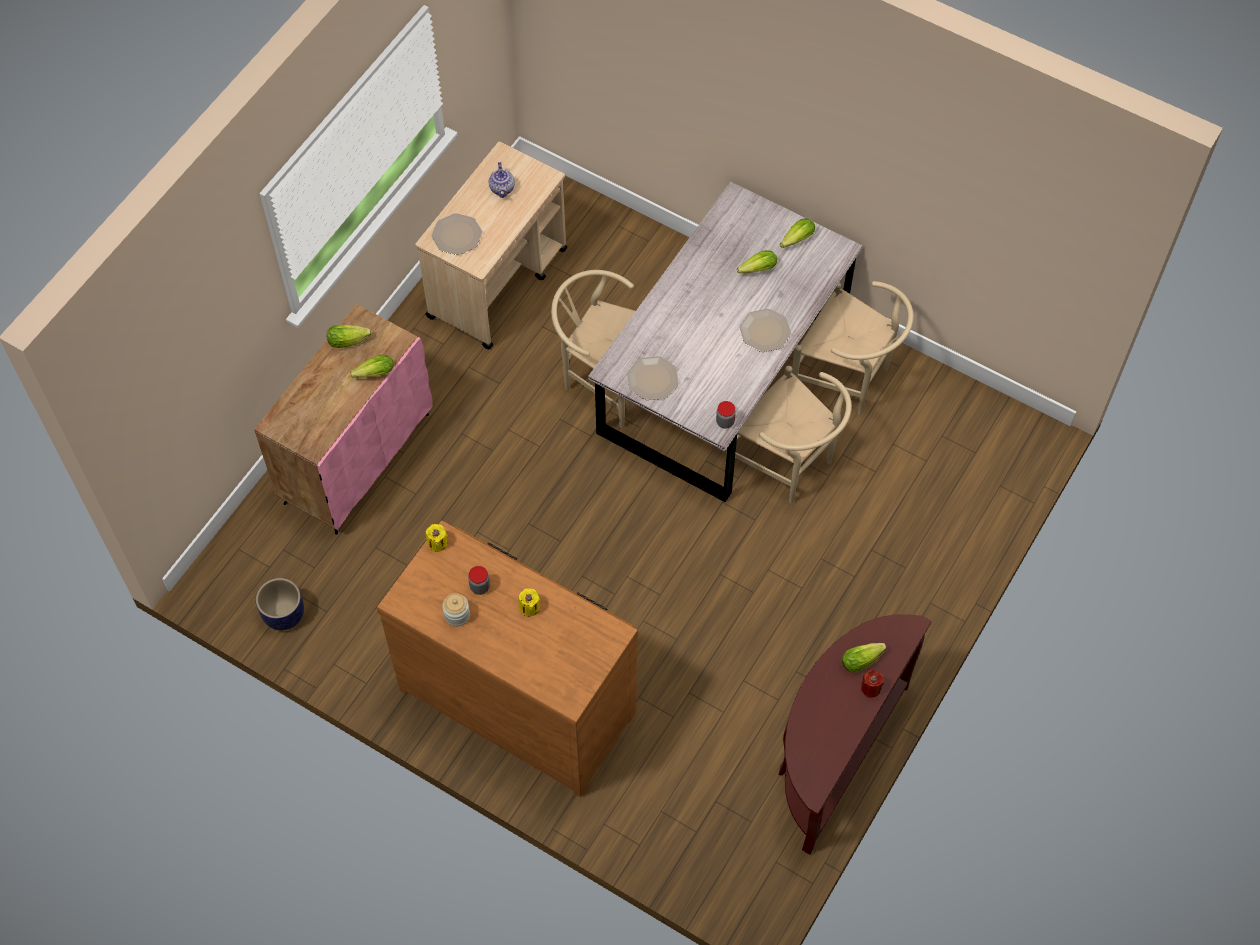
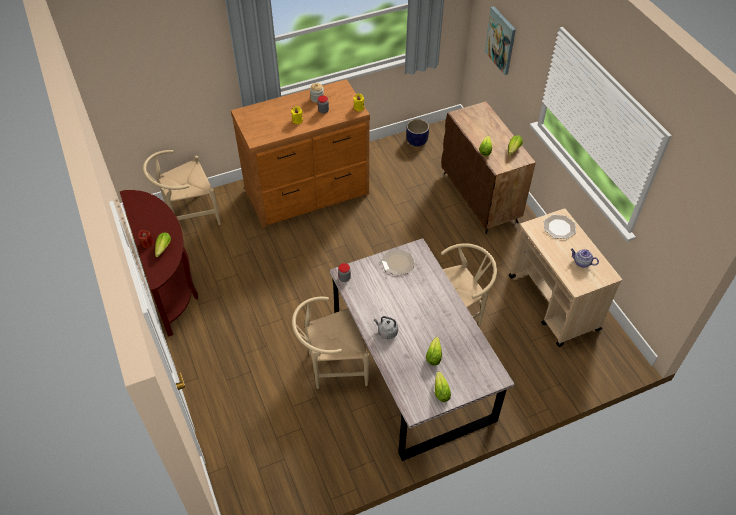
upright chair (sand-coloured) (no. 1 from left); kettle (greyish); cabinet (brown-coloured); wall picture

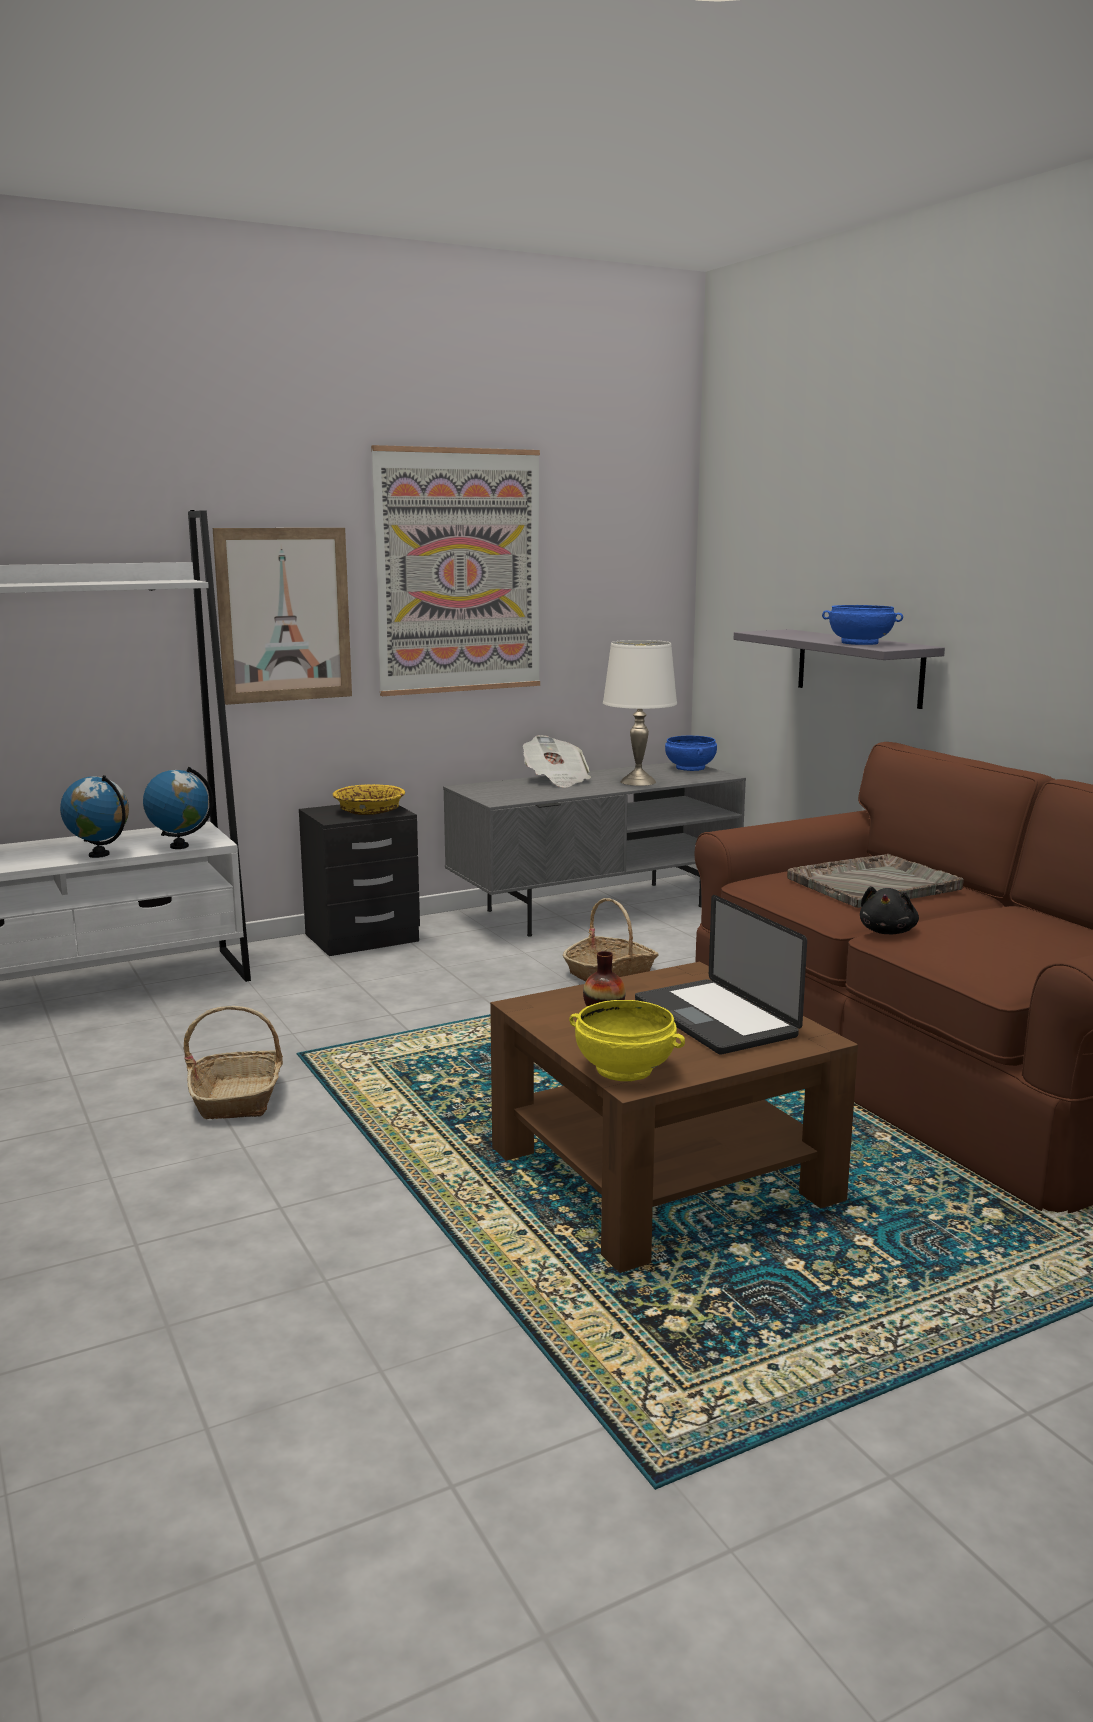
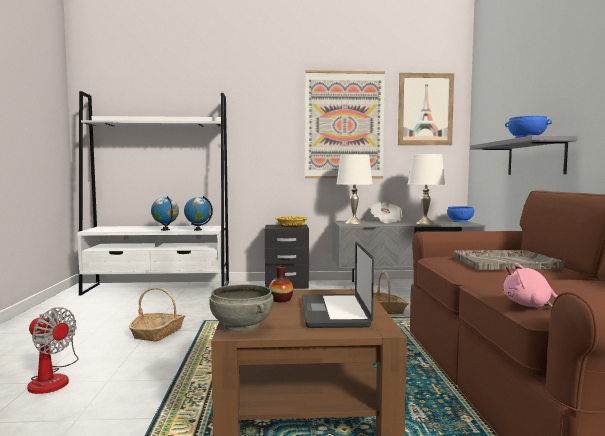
cooling fan; deep dish (greyish); table lamp (whitish) (no. 1 from left); wall picture (no. 2 from left); cuddly toy (pinkish); cuddly toy (black)

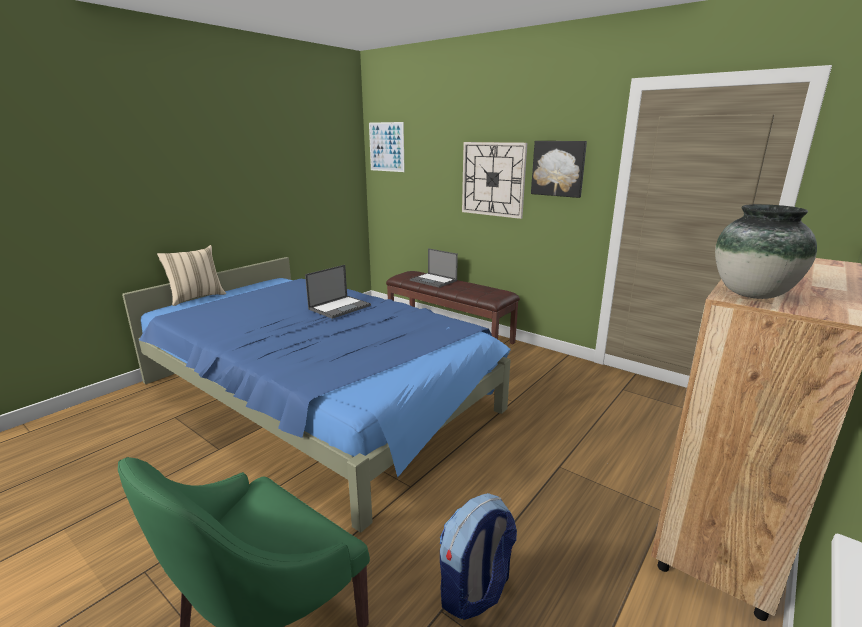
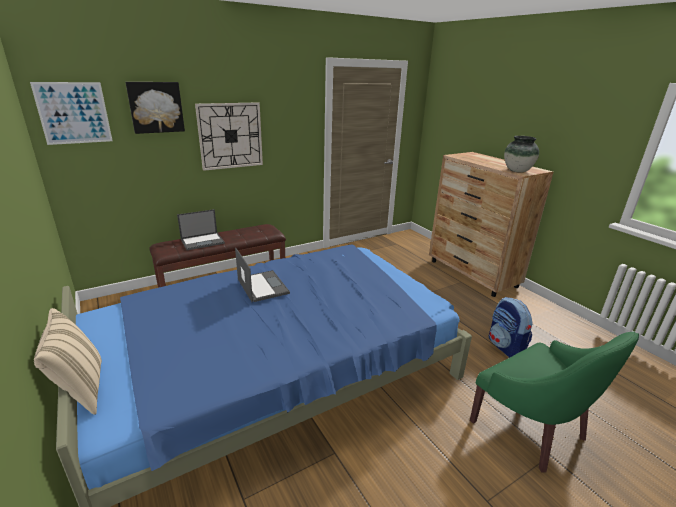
wall picture (no. 2 from left)

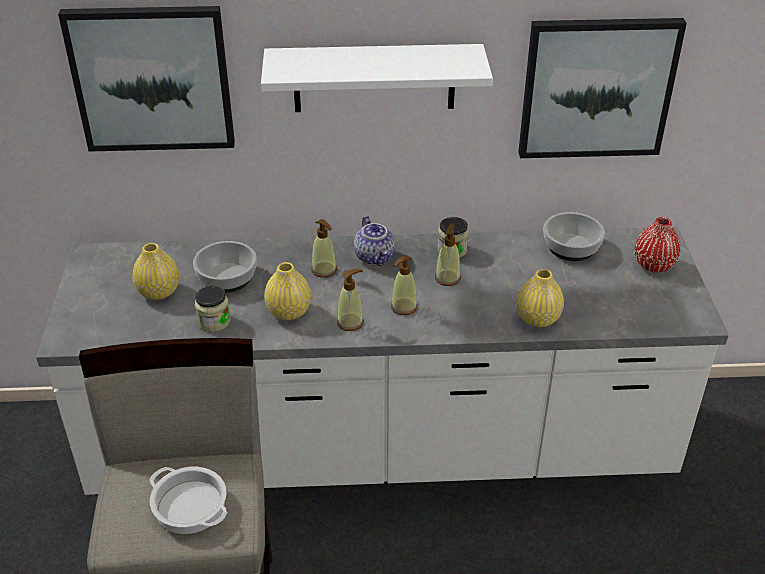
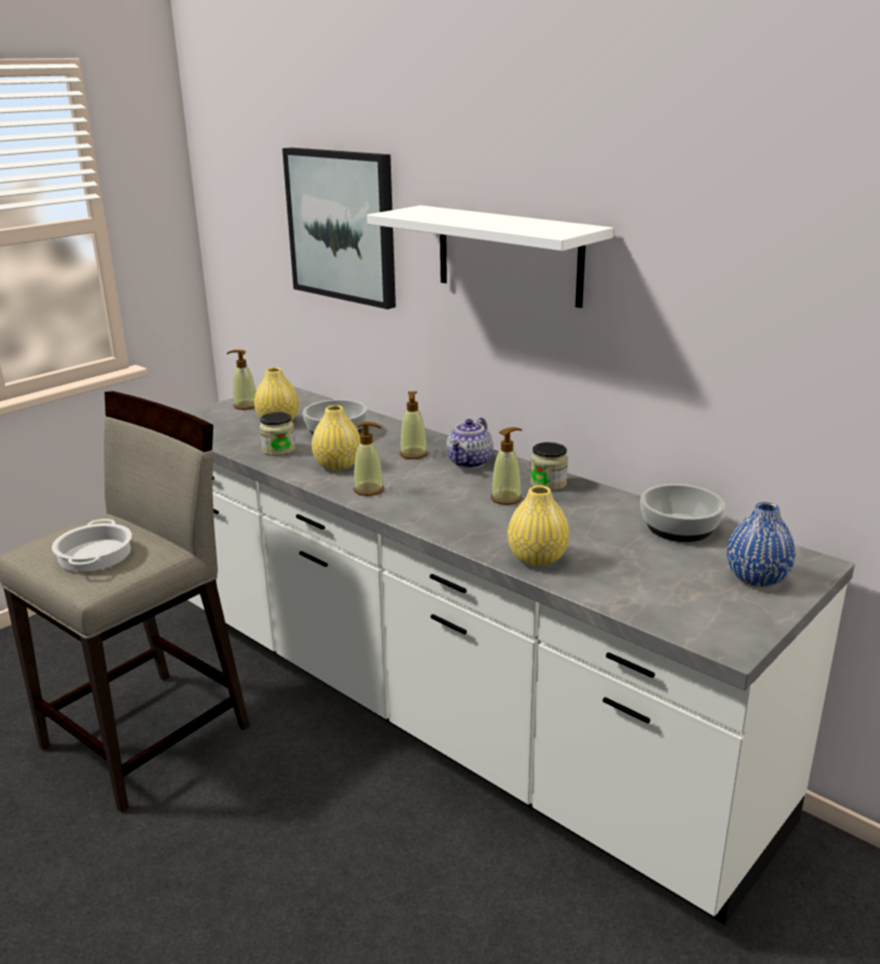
soap bottle (no. 1 from left); vase (blue); wall picture (no. 2 from left in the first image)

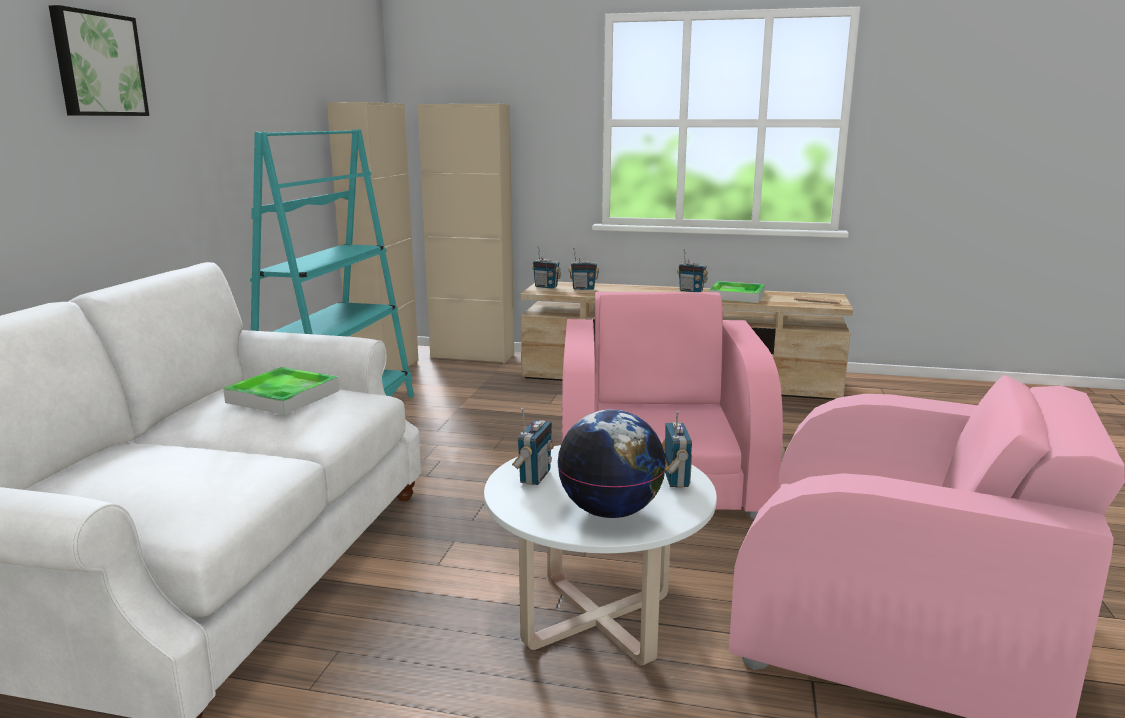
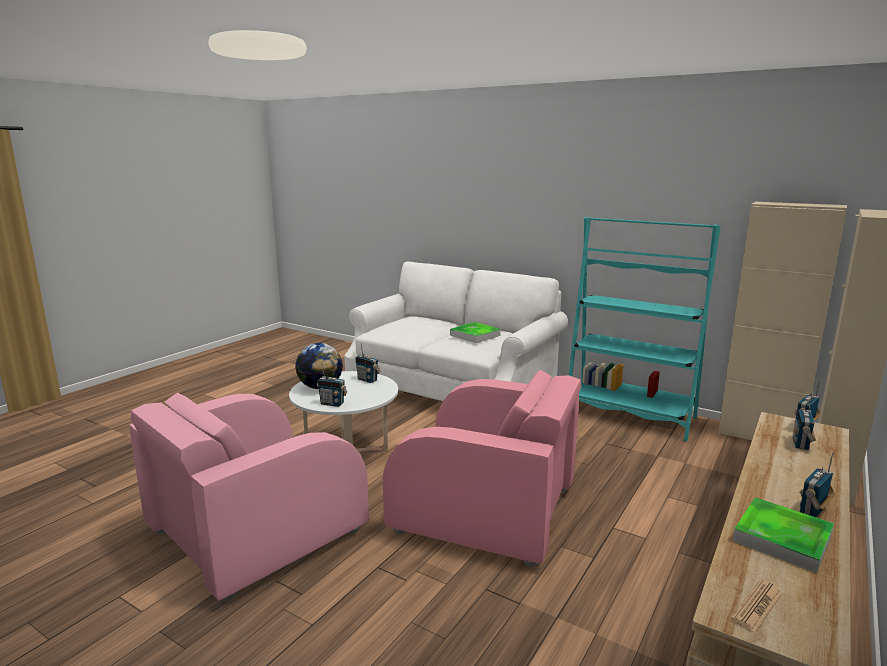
wall picture

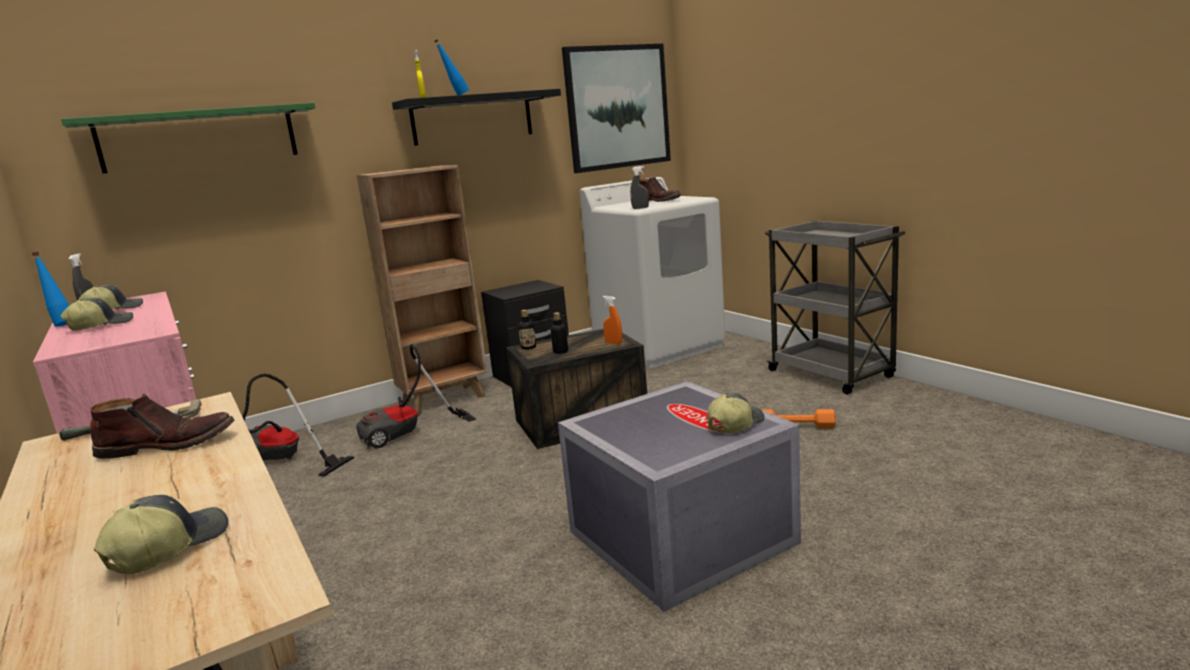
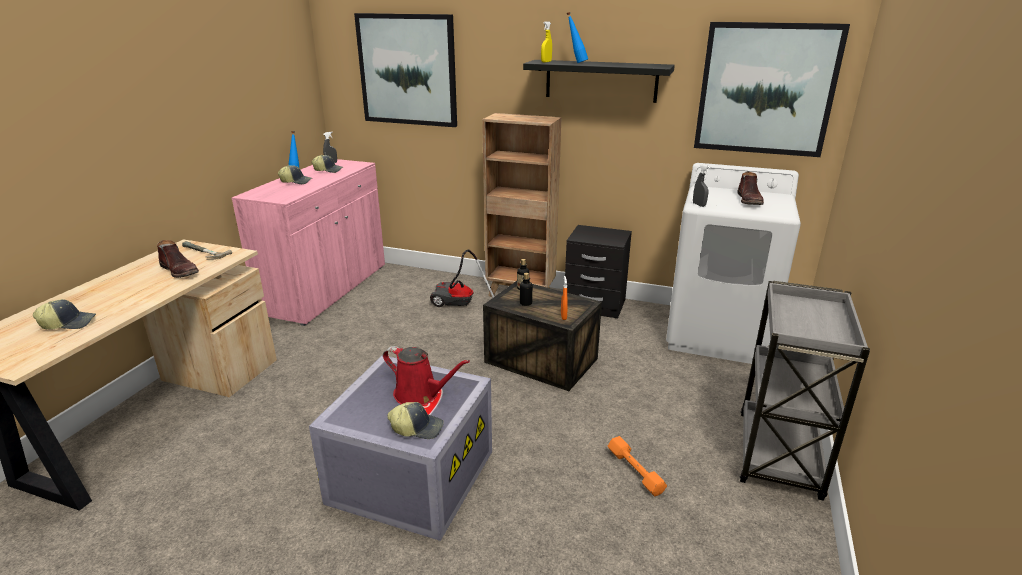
wall picture (no. 1 from left); watering can (red-coloured); vacuum cleaner (no. 1 from left in the first image)

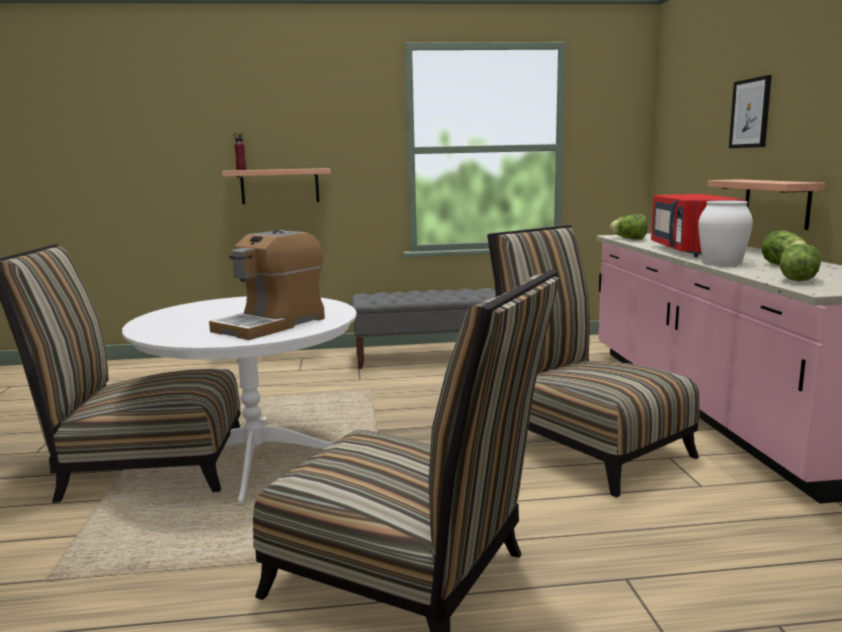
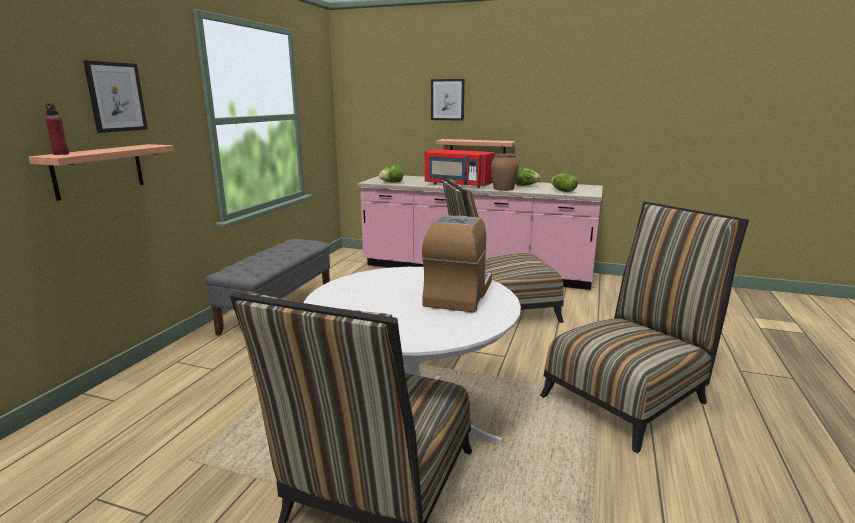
wall picture (no. 1 from left); coffee brewer; vase (brown-coloured)

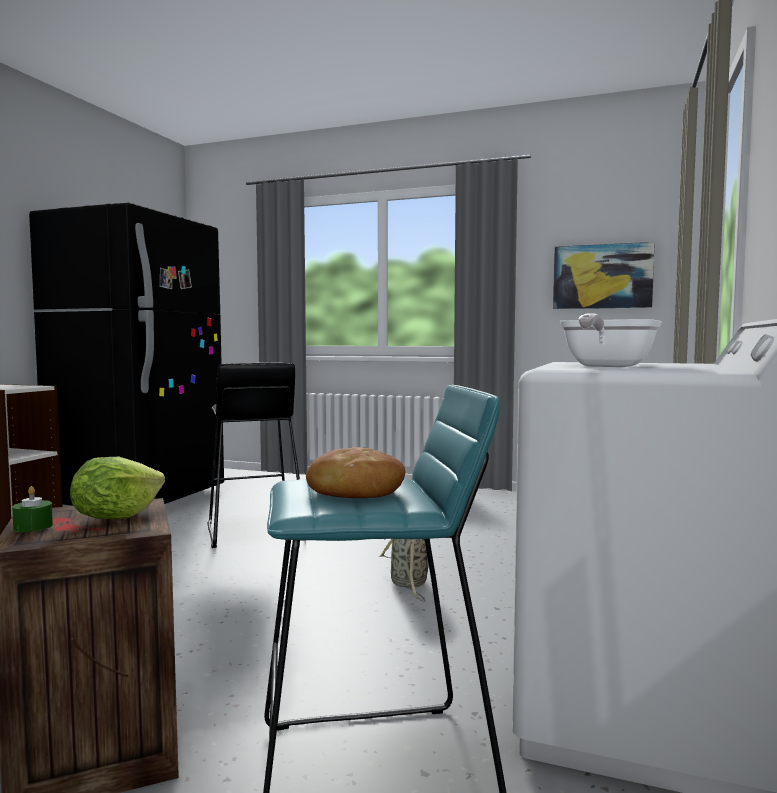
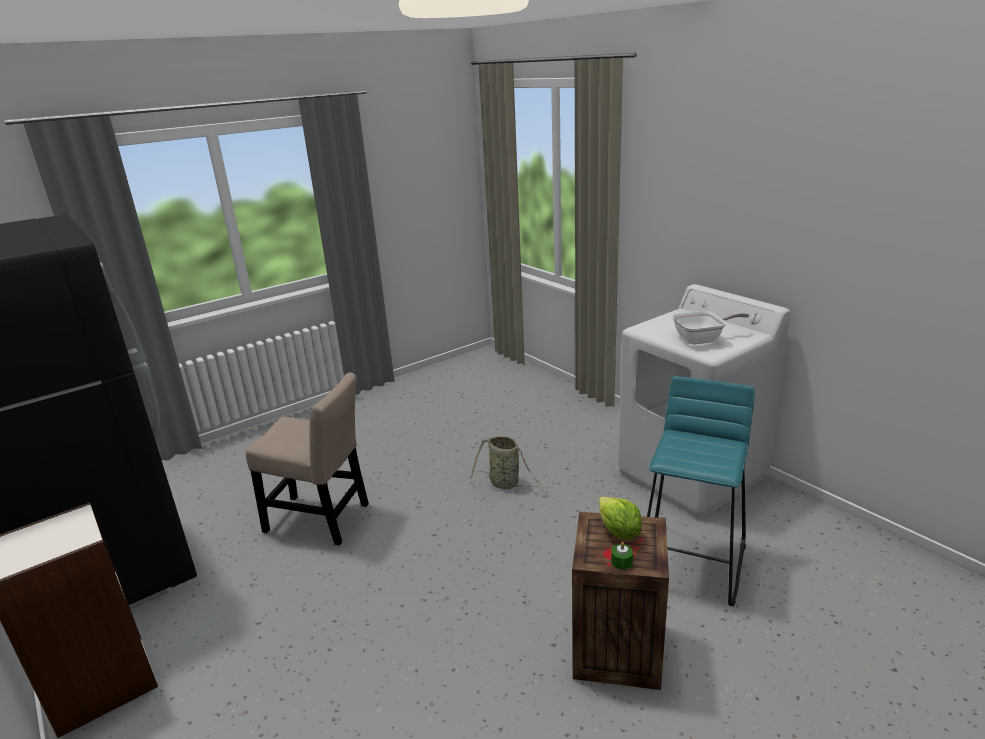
upright chair (sand-coloured); frying pan; baked bread; wall picture

